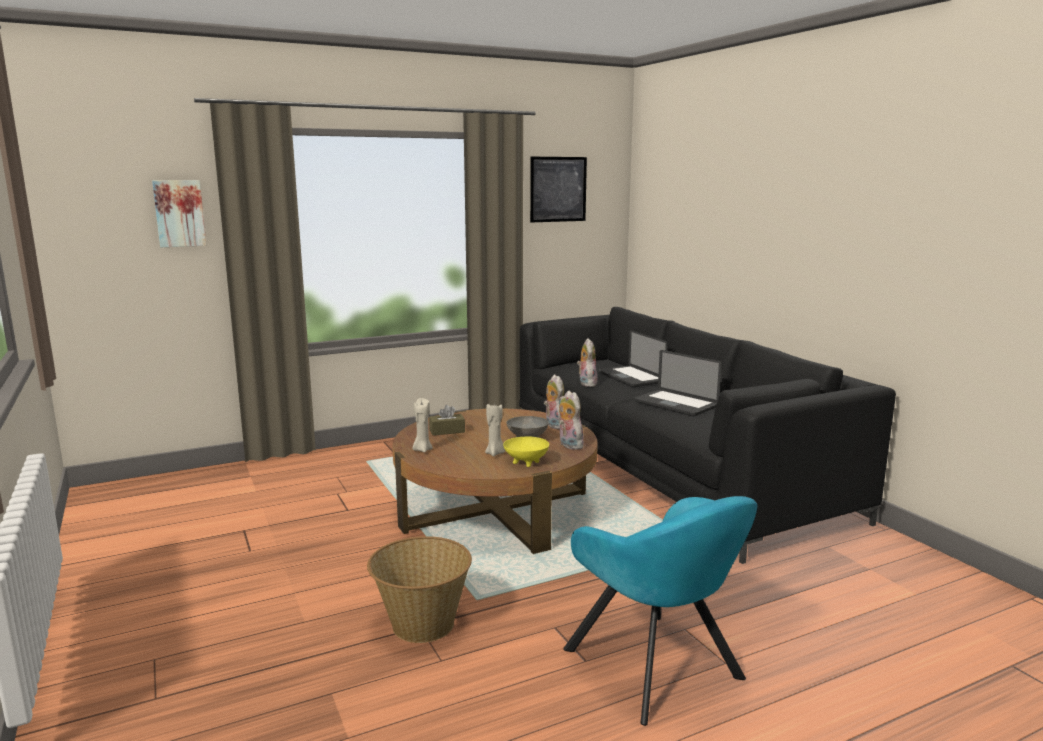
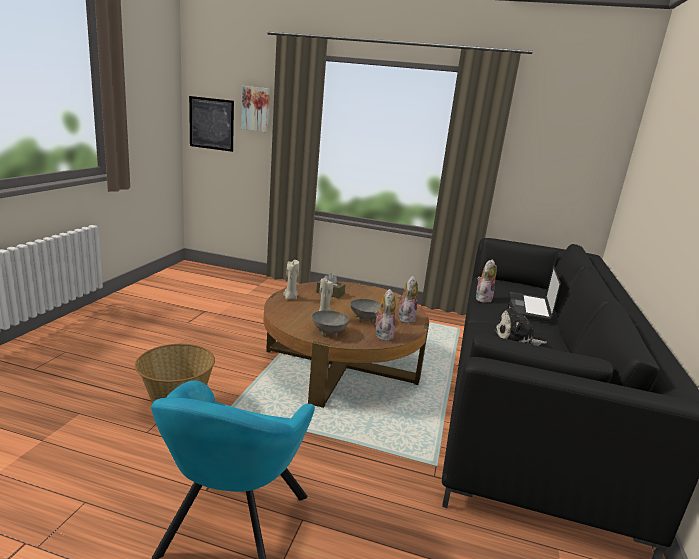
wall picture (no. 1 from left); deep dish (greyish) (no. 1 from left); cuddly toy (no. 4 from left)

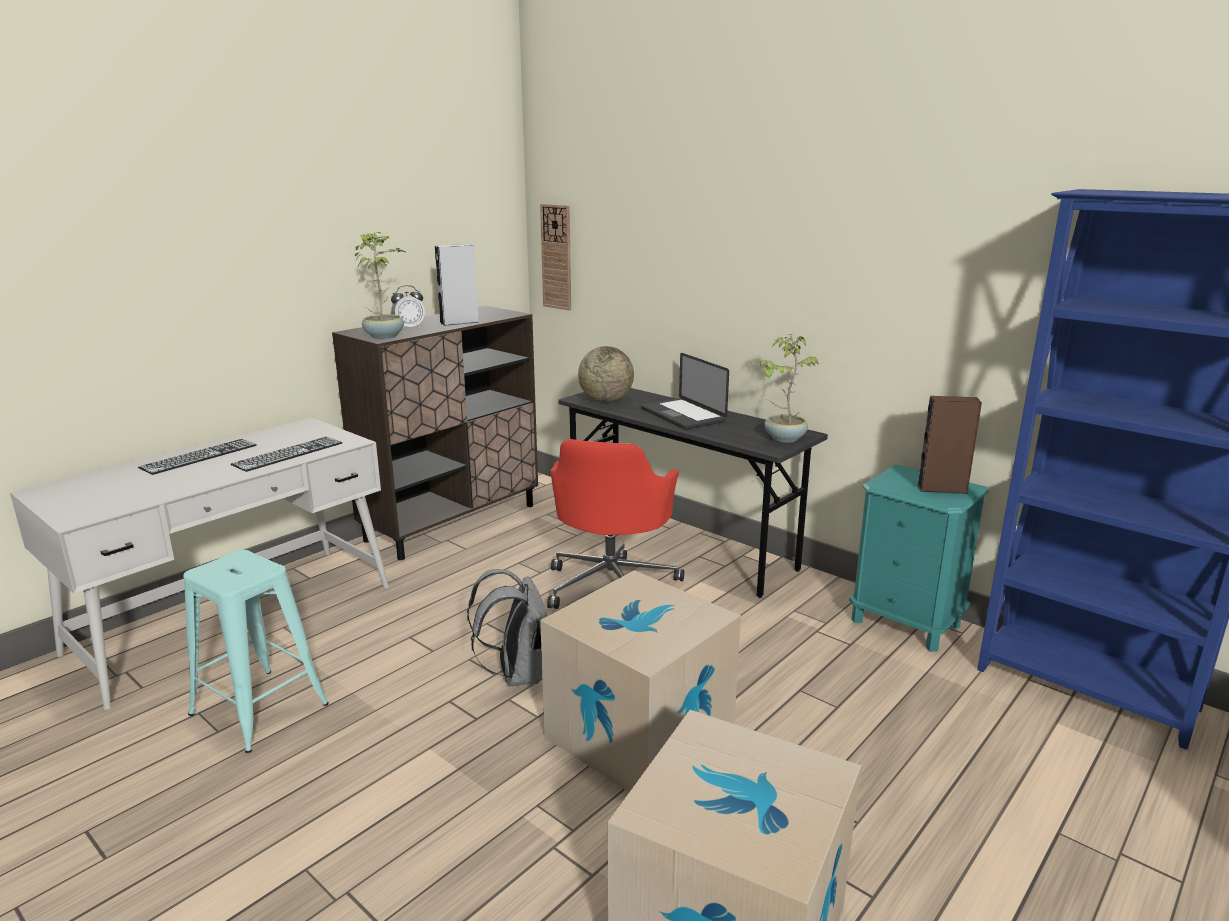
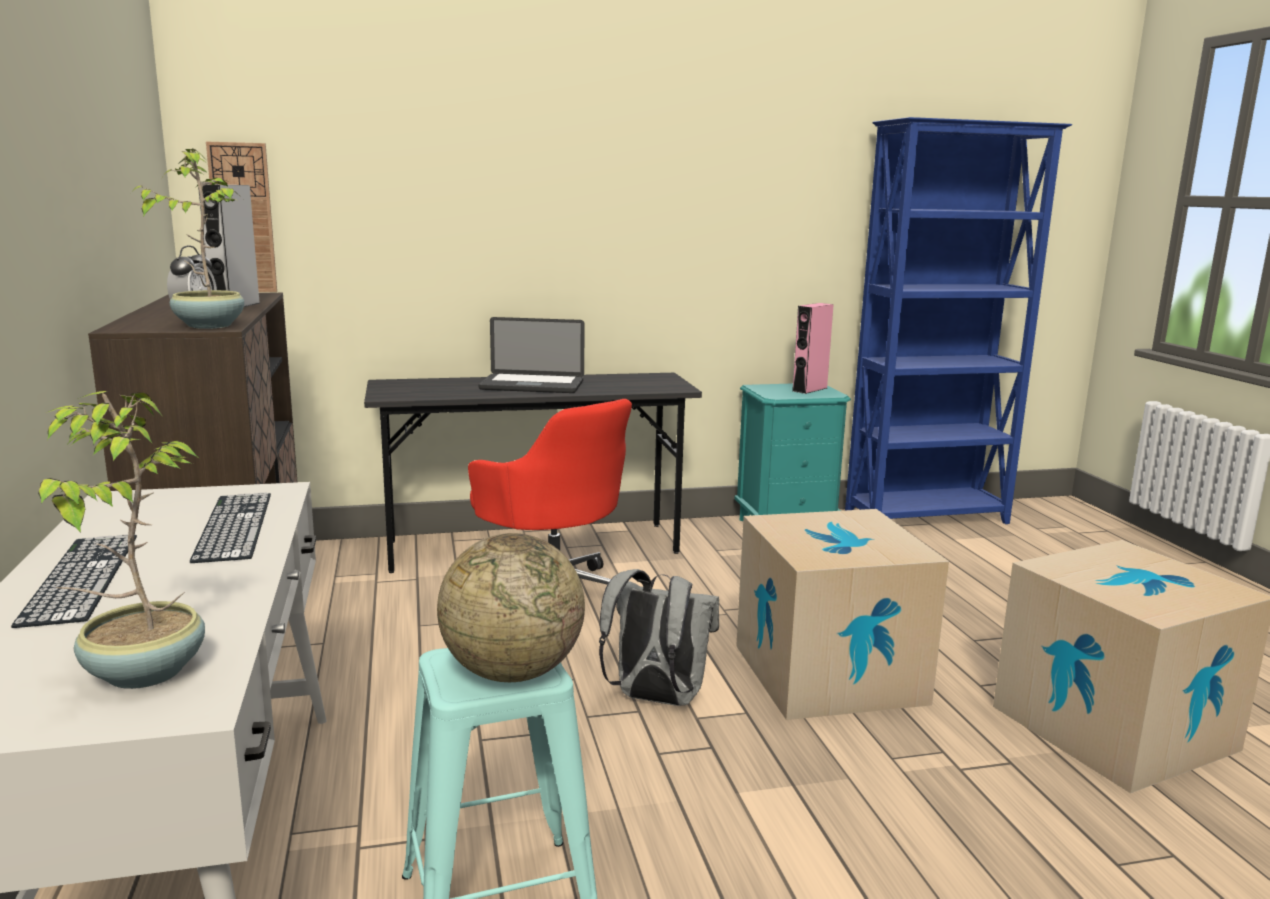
plant in a pot (no. 1 from left); desk globe; speaker (pinkish)

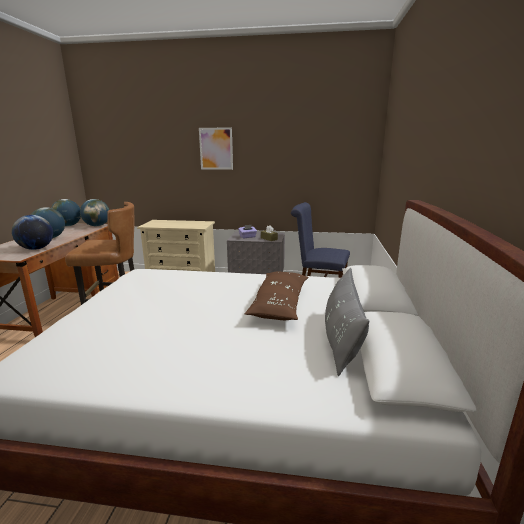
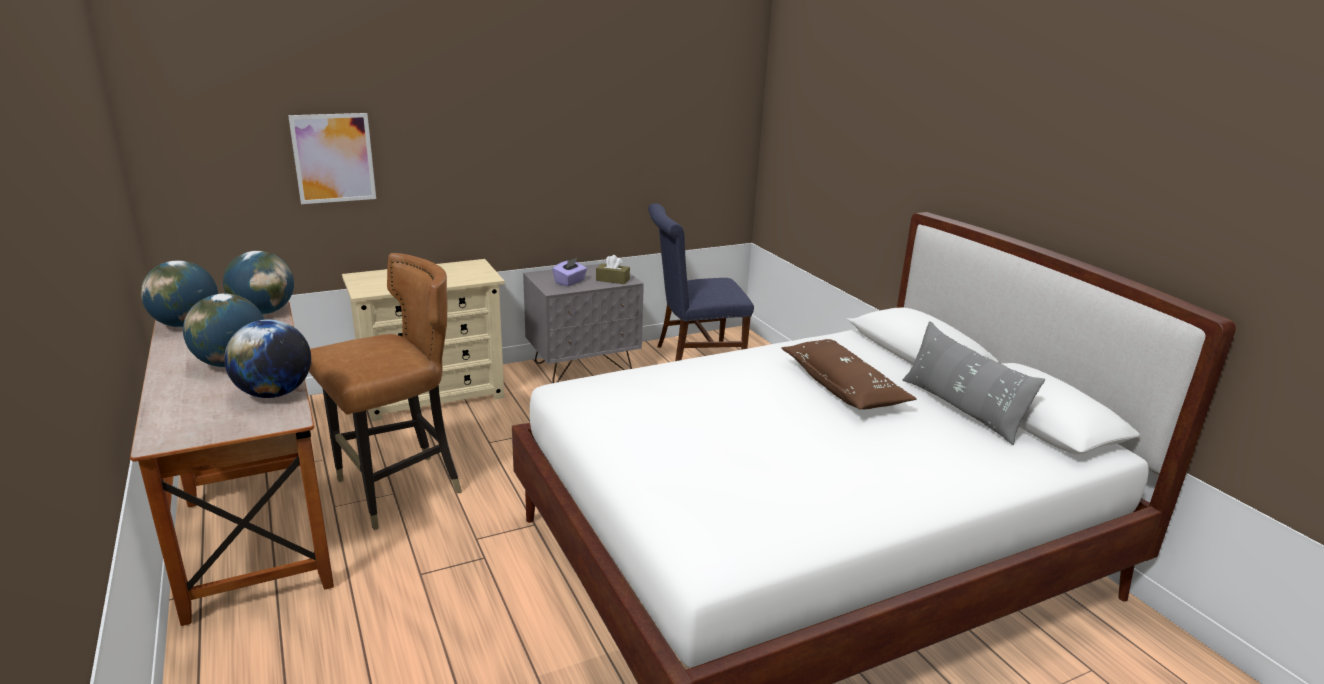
wall picture

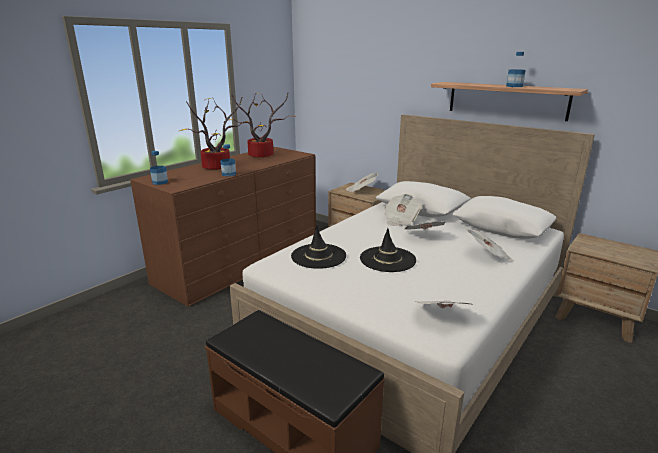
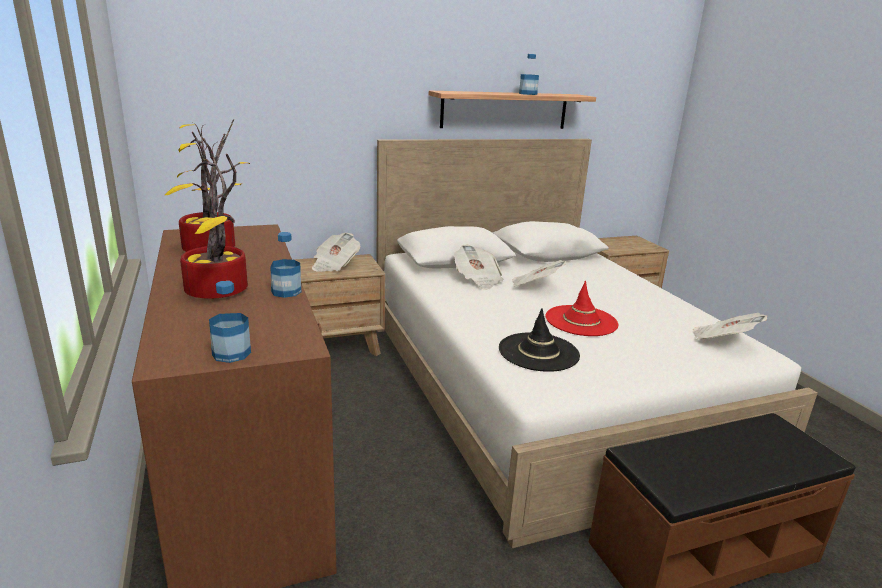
clothing hat (red-coloured); printed paper (no. 5 from left in the first image)

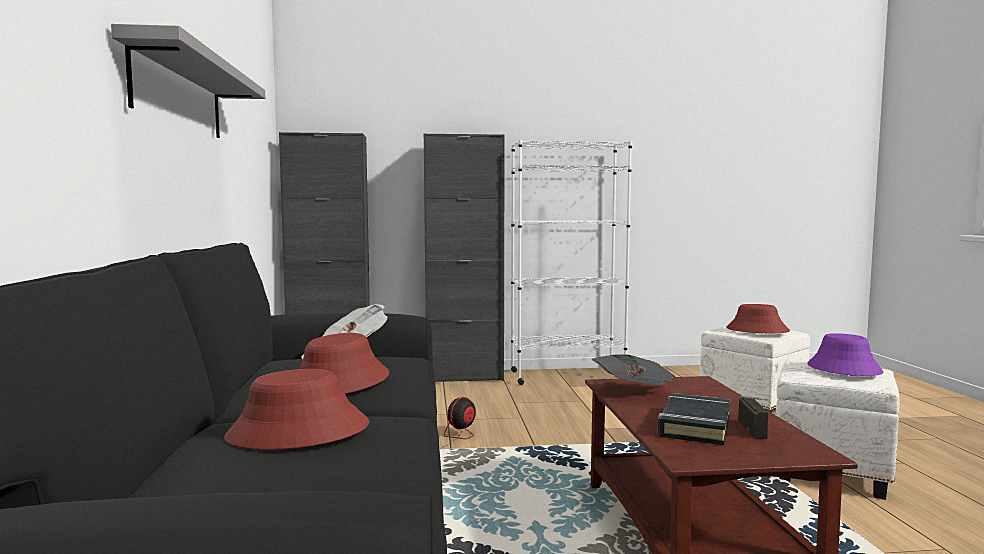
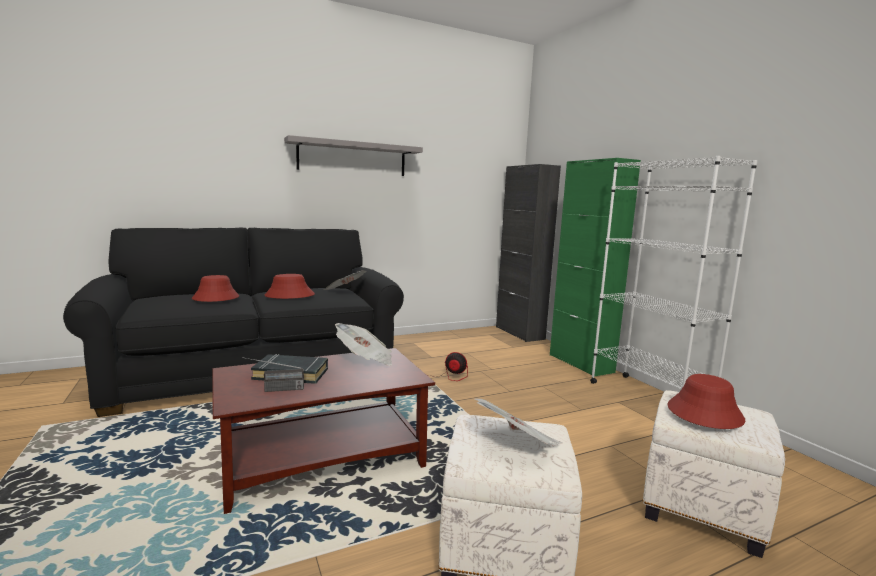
printed paper (no. 3 from left); cabinet (greenish)

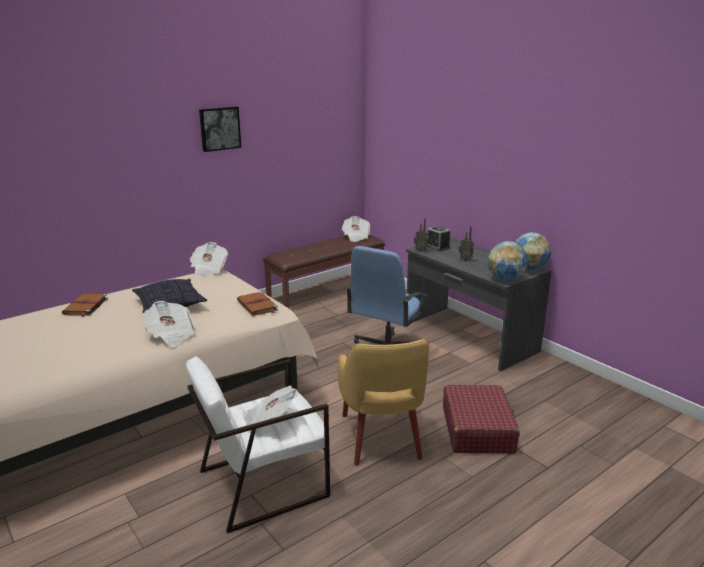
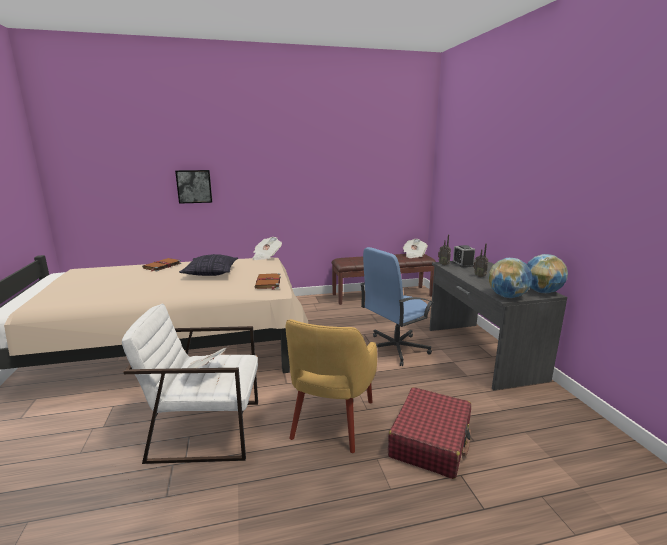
wall picture; printed paper (no. 1 from left in the first image)

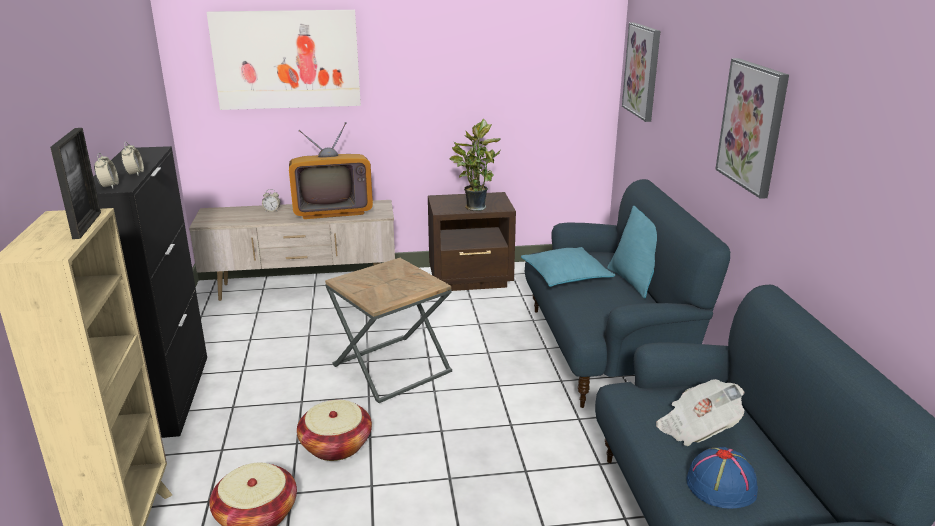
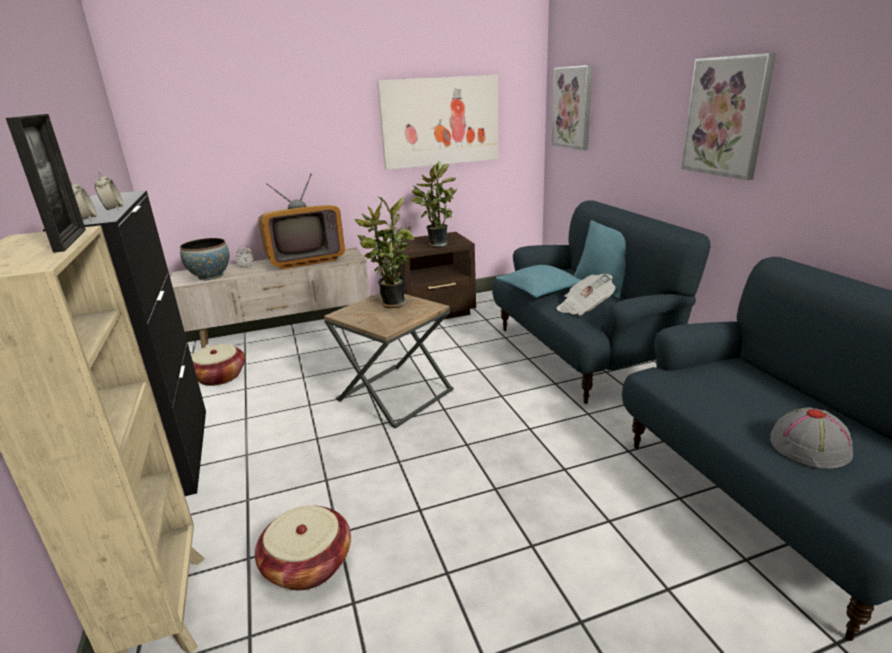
deep dish; basket (no. 1 from left); plant in a pot (no. 1 from left); wall picture (no. 1 from left); printed paper; clothing hat (greyish)

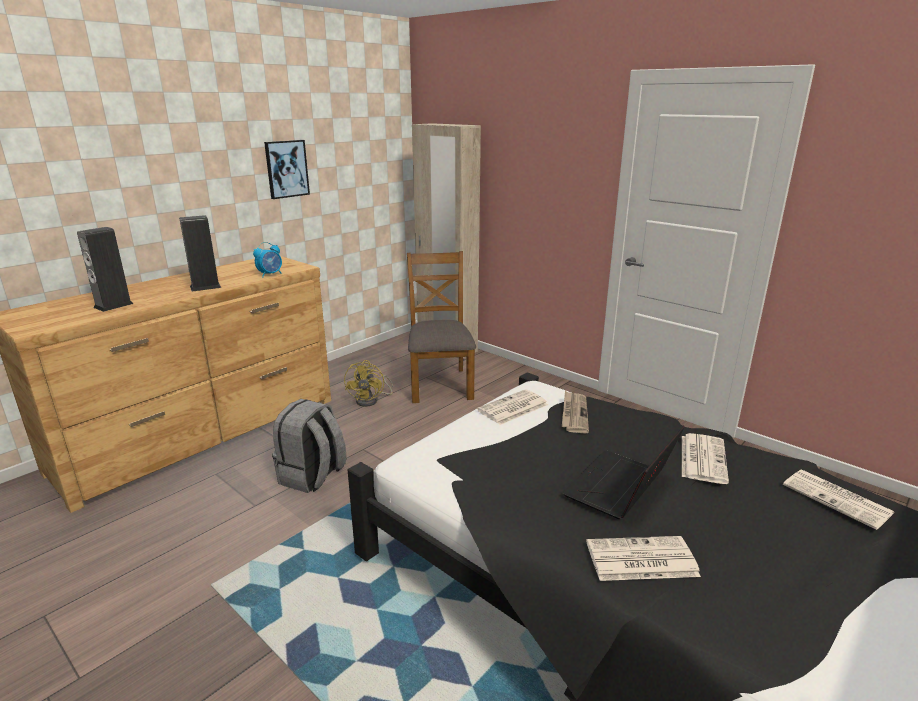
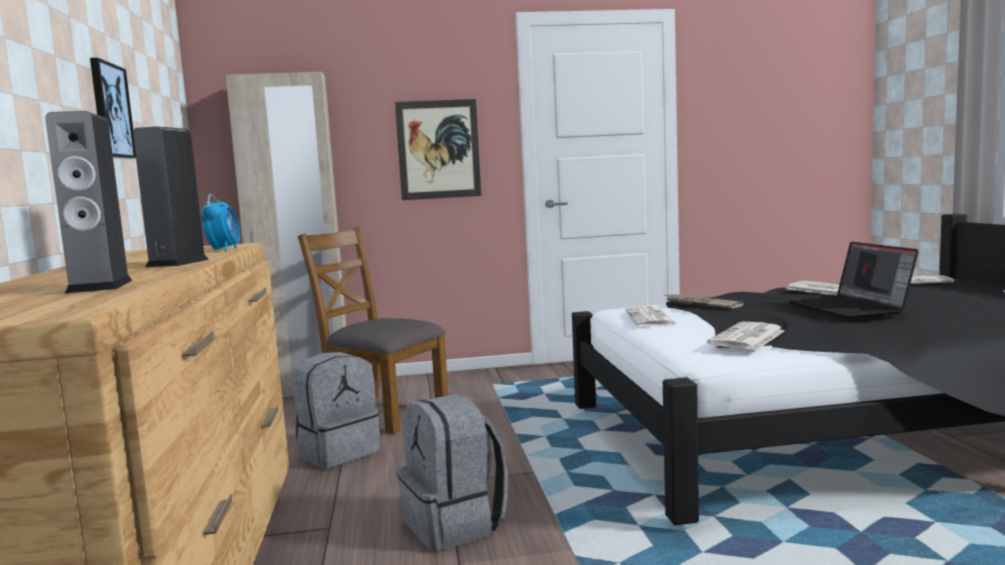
knapsack (greyish) (no. 1 from left); wall picture (no. 2 from left); printed paper (no. 3 from left)

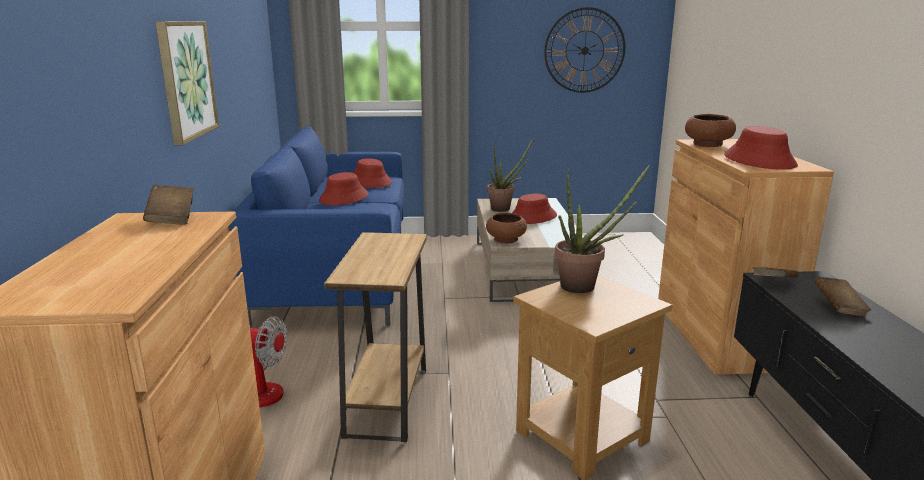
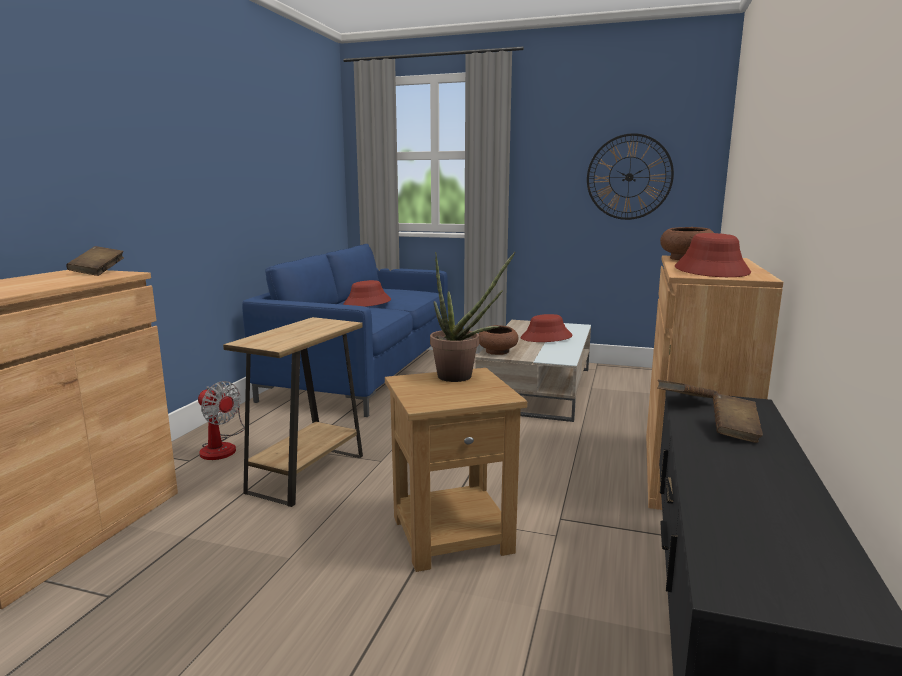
wall picture; clothing hat (red-coloured) (no. 2 from left in the first image); plant in a pot (no. 1 from left in the first image)

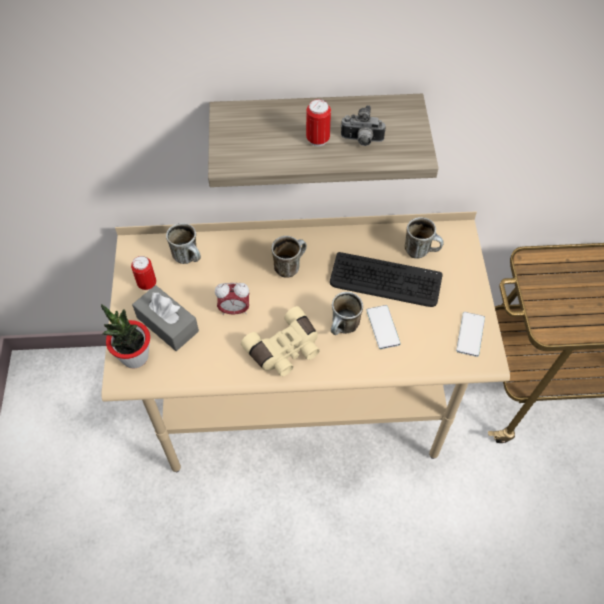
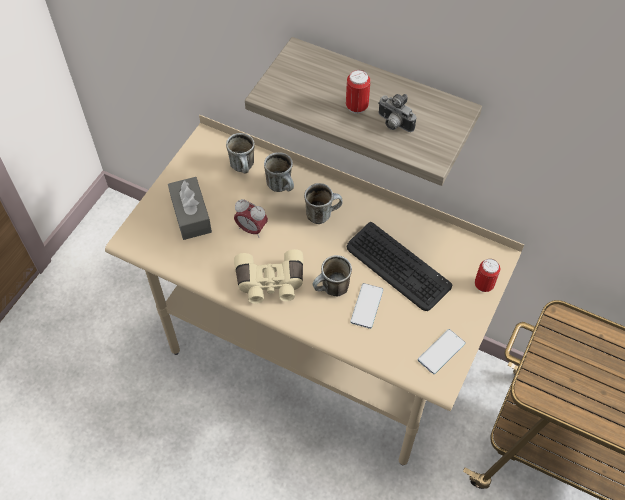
mug (no. 2 from left); can (no. 2 from left); plant in a pot

